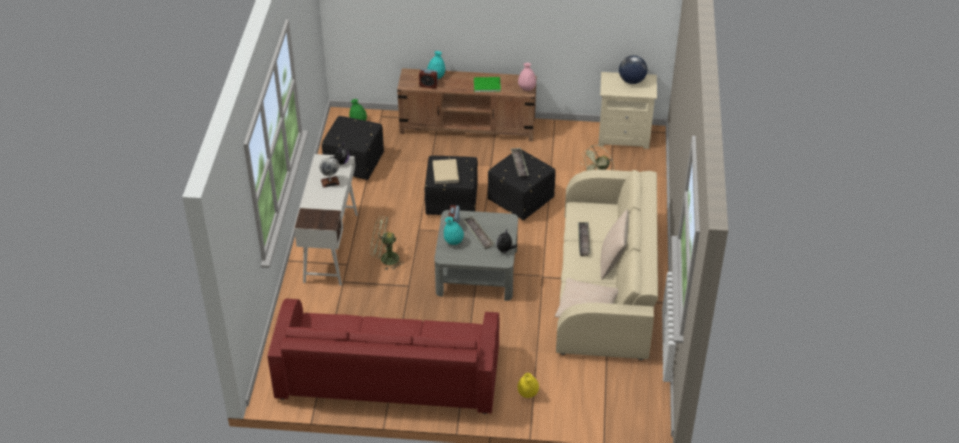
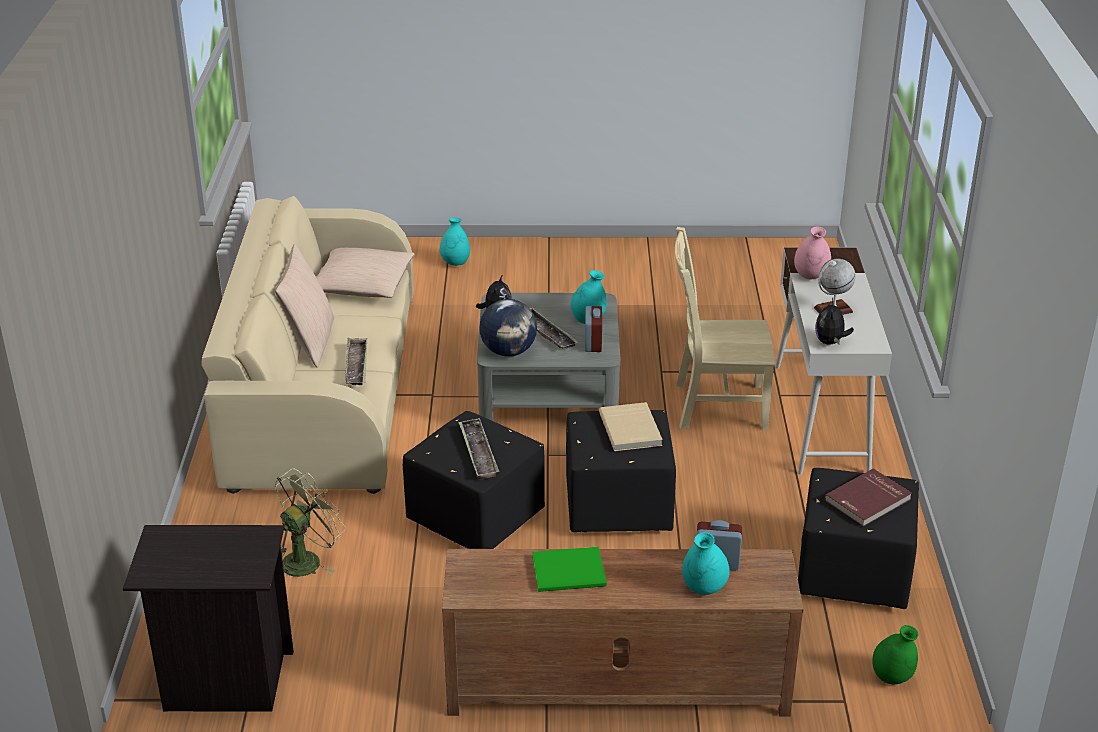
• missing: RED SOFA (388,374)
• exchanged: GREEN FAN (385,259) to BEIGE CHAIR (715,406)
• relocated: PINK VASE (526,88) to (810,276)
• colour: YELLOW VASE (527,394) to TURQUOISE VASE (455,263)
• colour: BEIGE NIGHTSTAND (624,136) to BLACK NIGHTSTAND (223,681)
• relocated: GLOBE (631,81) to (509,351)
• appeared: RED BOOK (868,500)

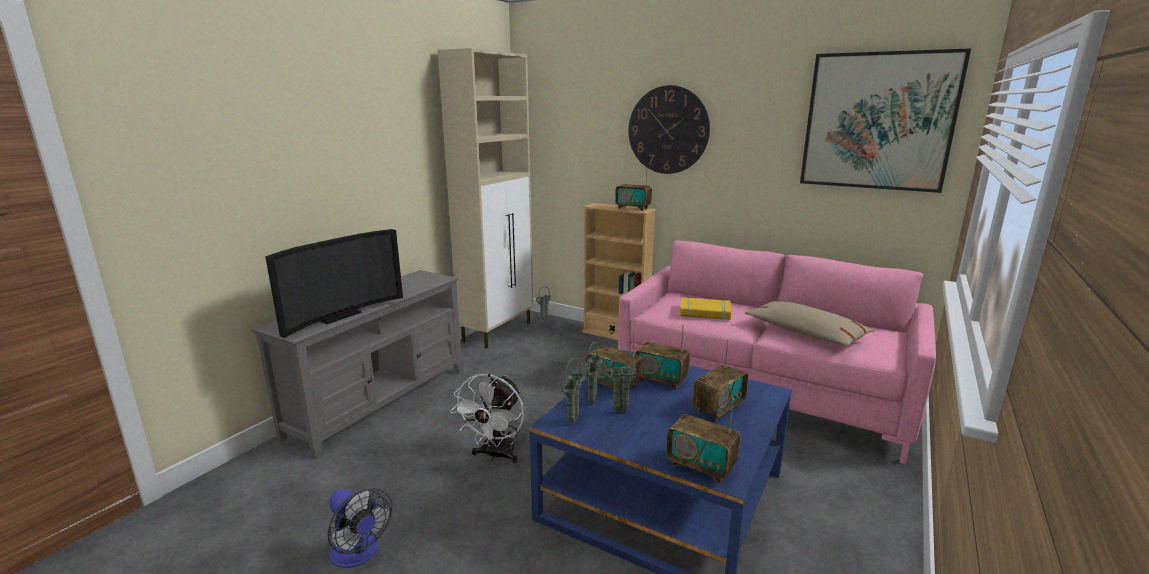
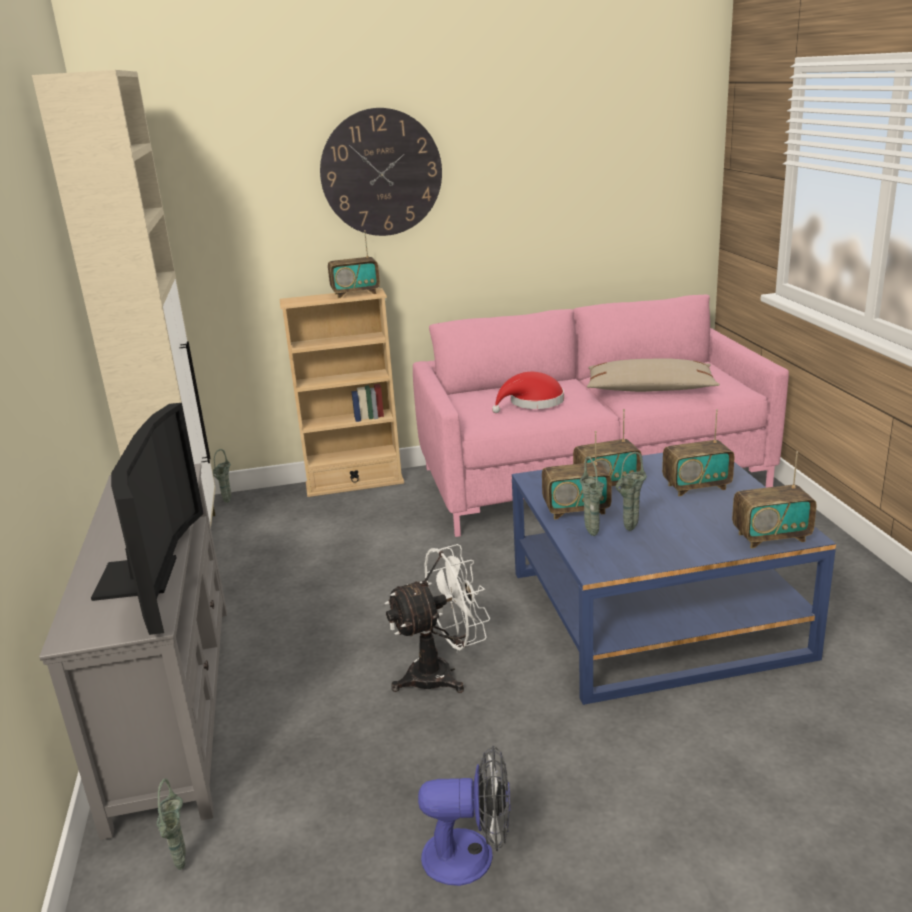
• spun: WHITE FAN (495,455) = (442,674) 90 degrees counterclockwise
• relocated: GREEN VASE (572,423) to (182,867)
• exchanged: YELLOW BOOK (705,313) to RED HAT (533,403)
• spun: RADIO (718,409) = (696,487) 75 degrees clockwise
• missing: PICTURE (878,121)

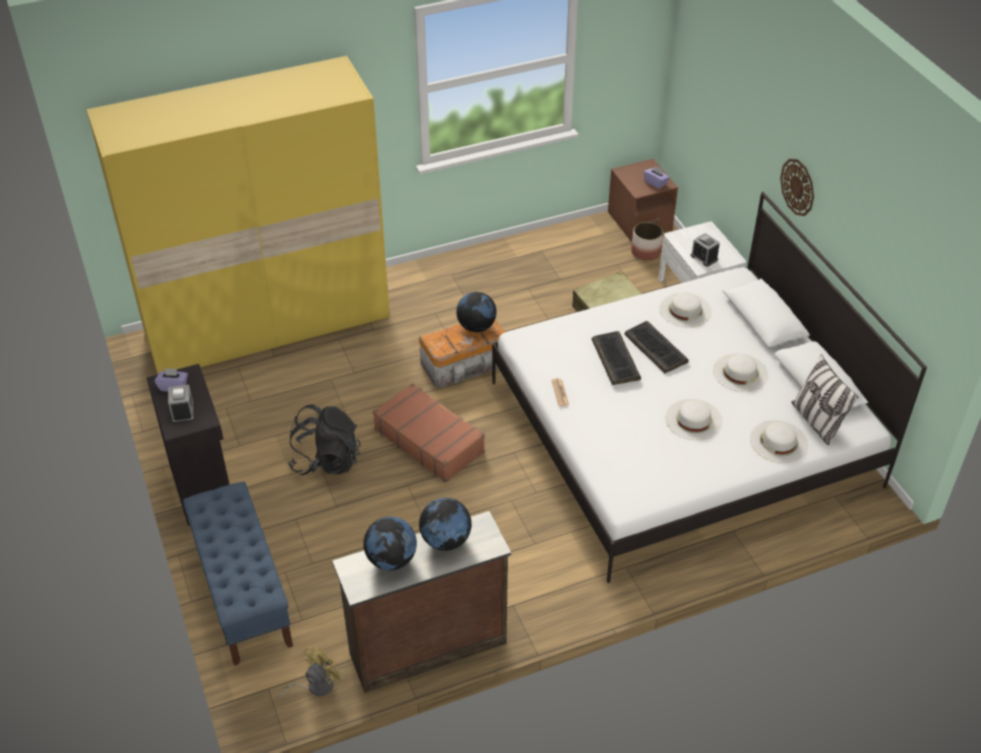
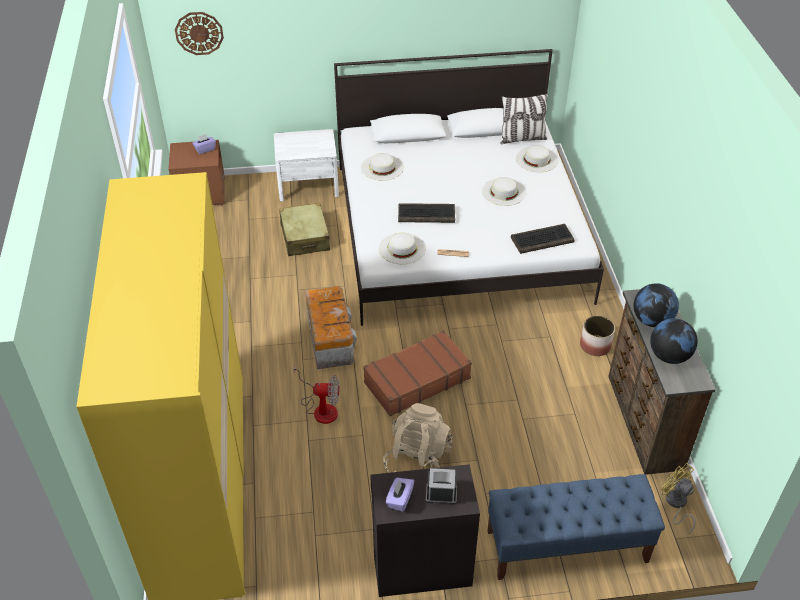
• colour: BLACK BACKPACK (326,460) to BEIGE BACKPACK (417,459)
• missing: GLOBE (476,326)
• relocated: KEYBOARD (656,348) to (542,239)
• relocated: PLANTER (646,252) to (594,345)
• missing: ALARM CLOCK (704,257)
• relocated: WHITE HAT (740,372) to (402,248)
• relocated: WALL CLOCK (798,187) to (199,33)
• appeared: FAN (320,408)

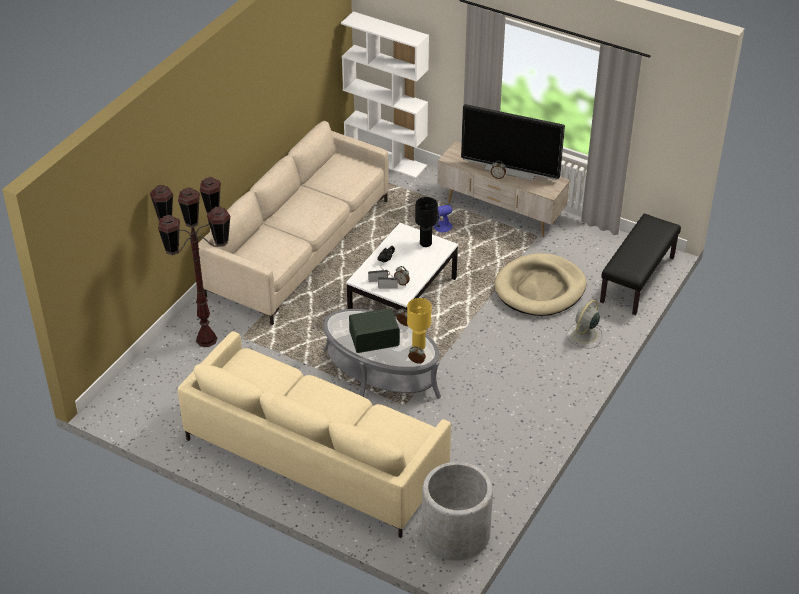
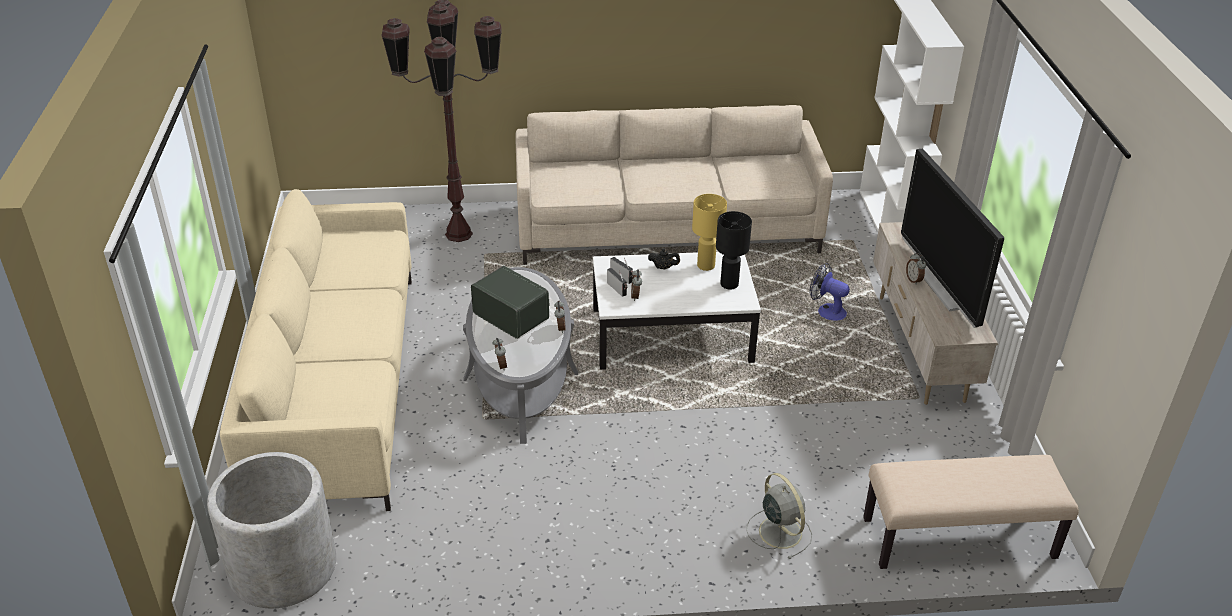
• relocated: YELLOW TABLE LAMP (418,346) to (705,266)
• missing: BEIGE DOG BED (540,288)
• spun: GREY FAN (584,335) = (779,531) 60 degrees clockwise
• colour: BLACK BENCH (638,280) to BEIGE BENCH (958,539)

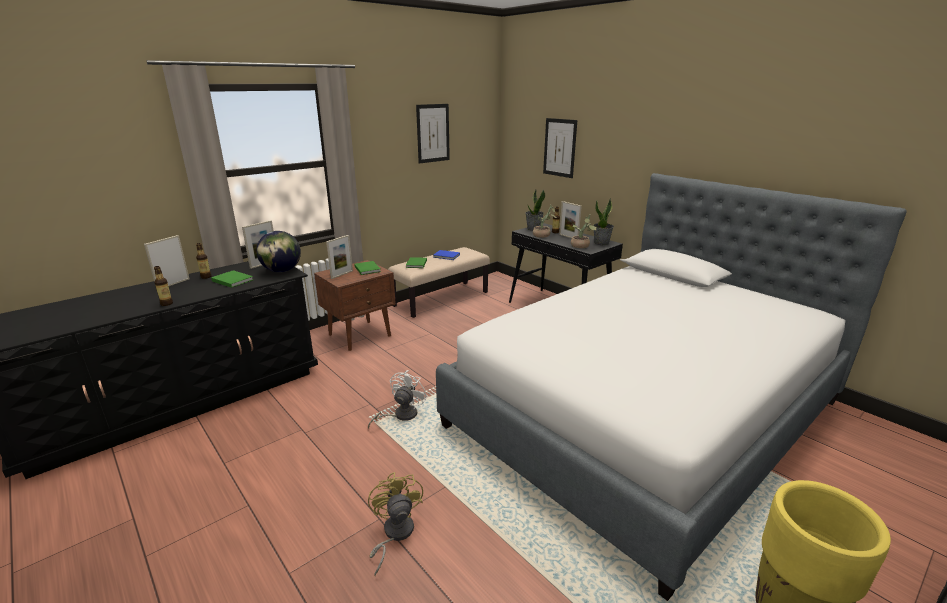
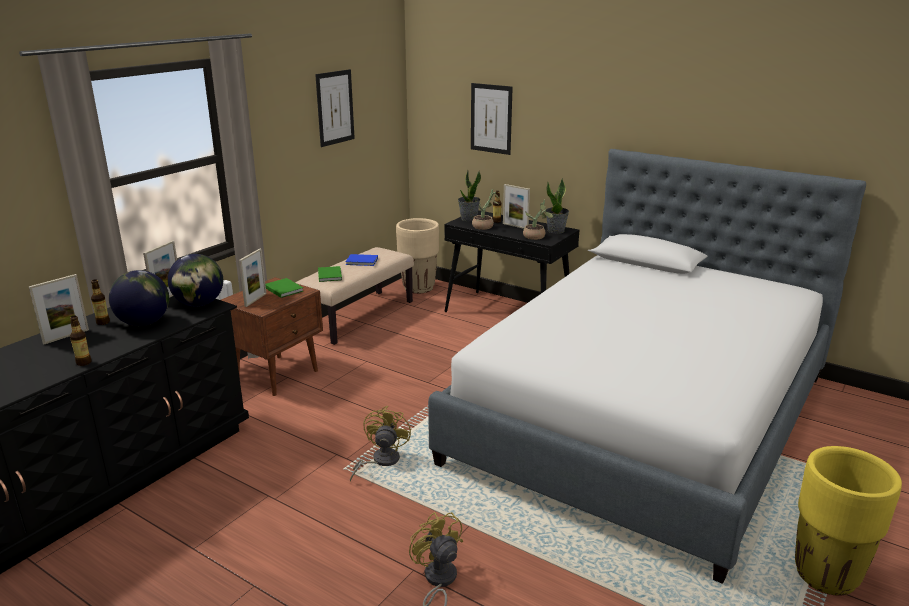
• spun: PICTURE FRAME (173,284) = (66,336) 150 degrees counterclockwise
• exchanged: GREEN BOOK (232,280) to GLOBE (144,323)
• colour: WHITE FAN (400,415) to YELLOW FAN (380,461)
• appeared: BEIGE PLANTER (419,288)

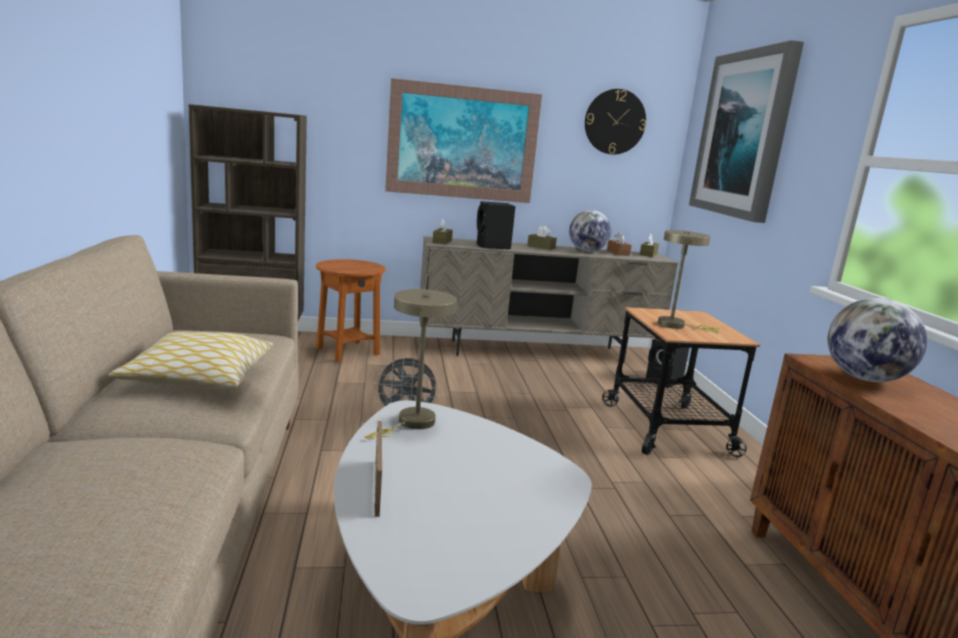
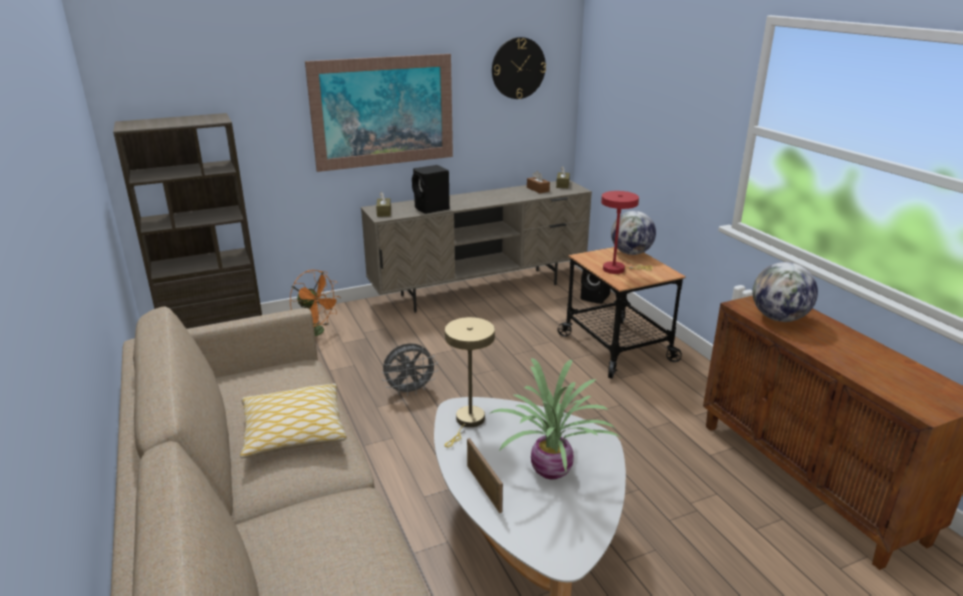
• exchanged: BROWN SIDE TABLE (348,352) to ORANGE FAN (316,332)
• missing: BROWN TISSUE BOX (541,247)
• relocated: GLOBE (587,251) to (631,253)
• colour: BEIGE TABLE LAMP (676,325) to RED TABLE LAMP (617,269)
• missing: PICTURE (744,135)
• appeared: POTTED PLANT (552,469)

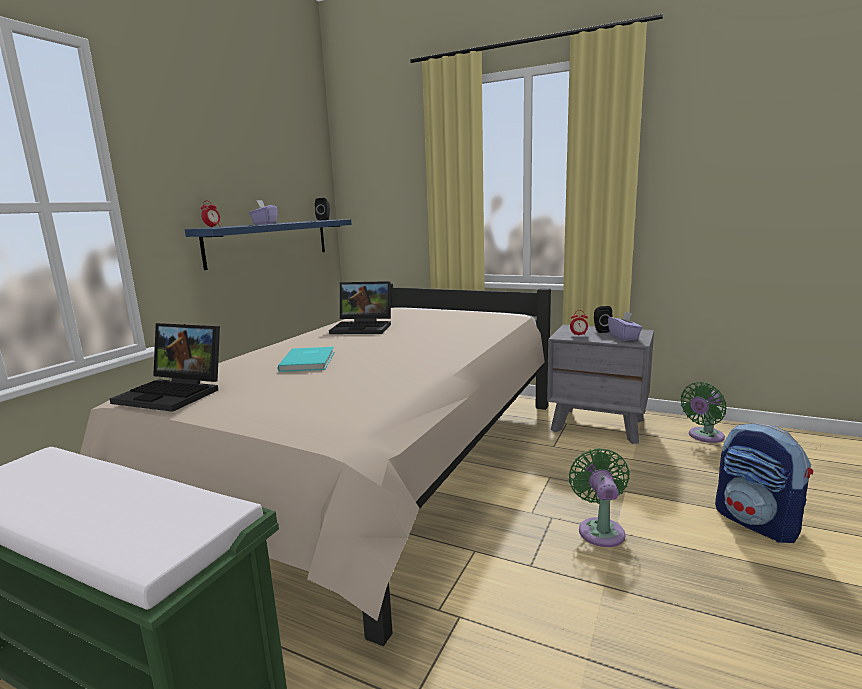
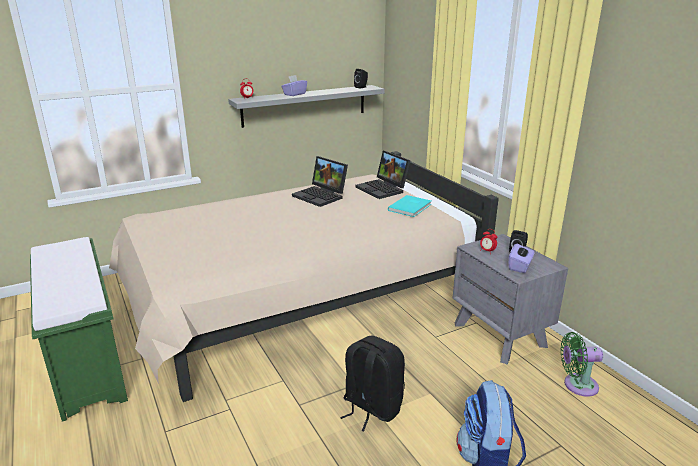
• relocated: LAPTOP (175,393) to (383,189)
• colour: BLUE SHELF (270,242) to GREY SHELF (305,105)
• relocated: TURQUOISE BOOK (309,361) to (411,207)
• exchanged: GREEN FAN (600,529) to BLACK BACKPACK (371,407)

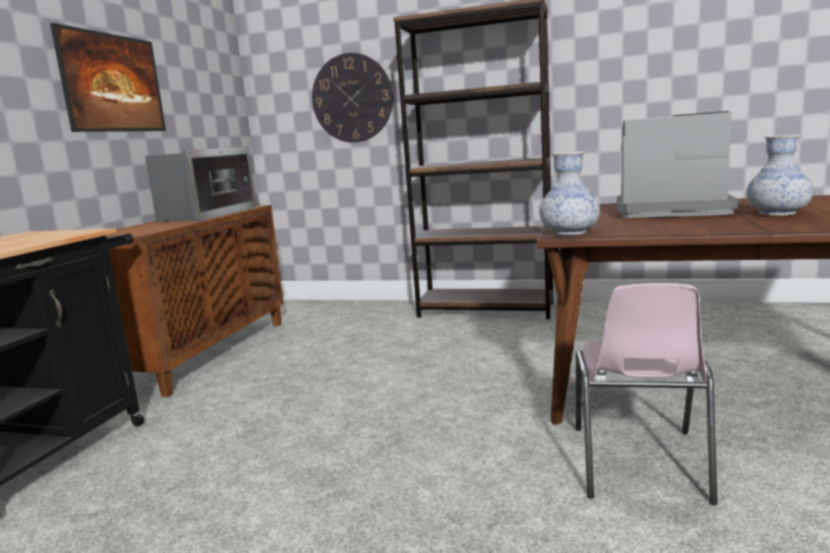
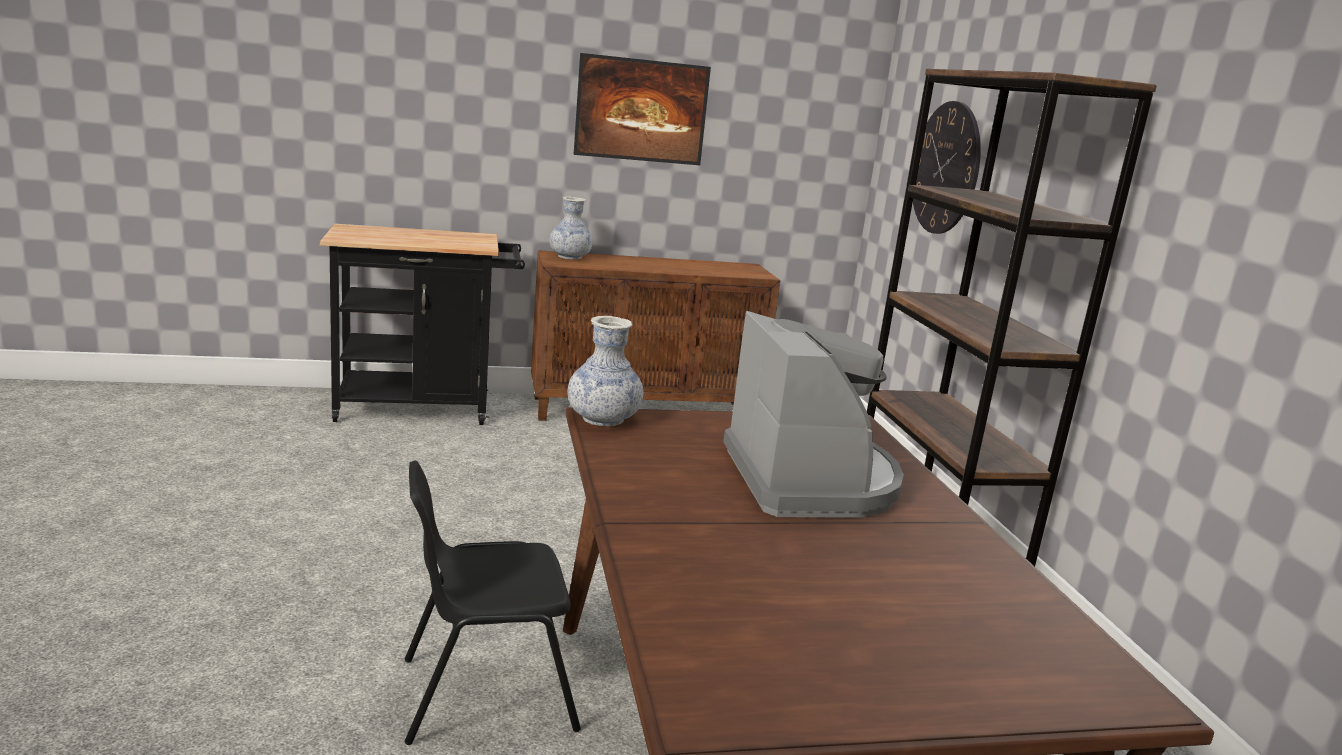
• missing: MICROWAVE (206,214)
• colour: PINK CHAIR (639,464) to BLACK CHAIR (485,692)
• relocated: VASE (777,213) to (570,257)

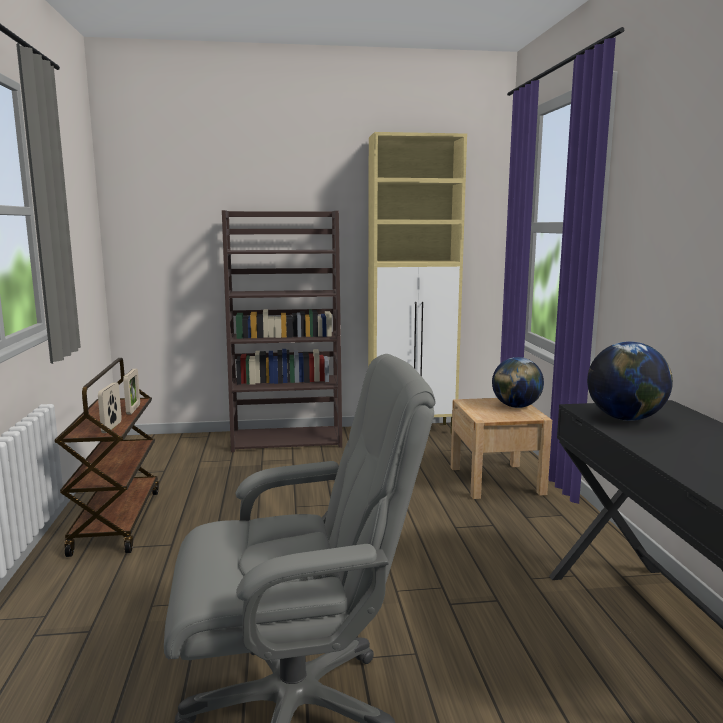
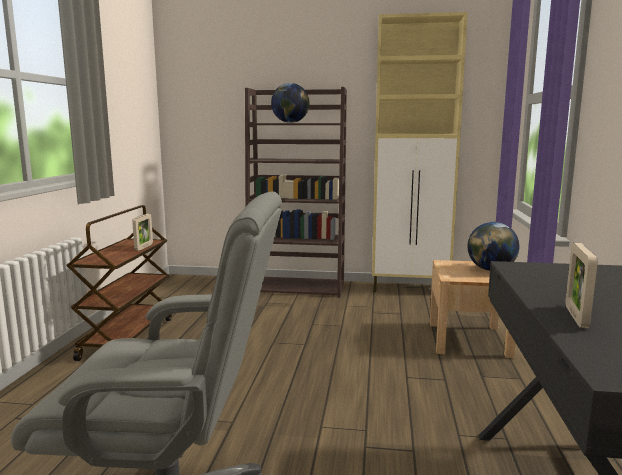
• relocated: PICTURE FRAME (111,427) to (576,316)
• relocated: GLOBE (625,419) to (290,123)

